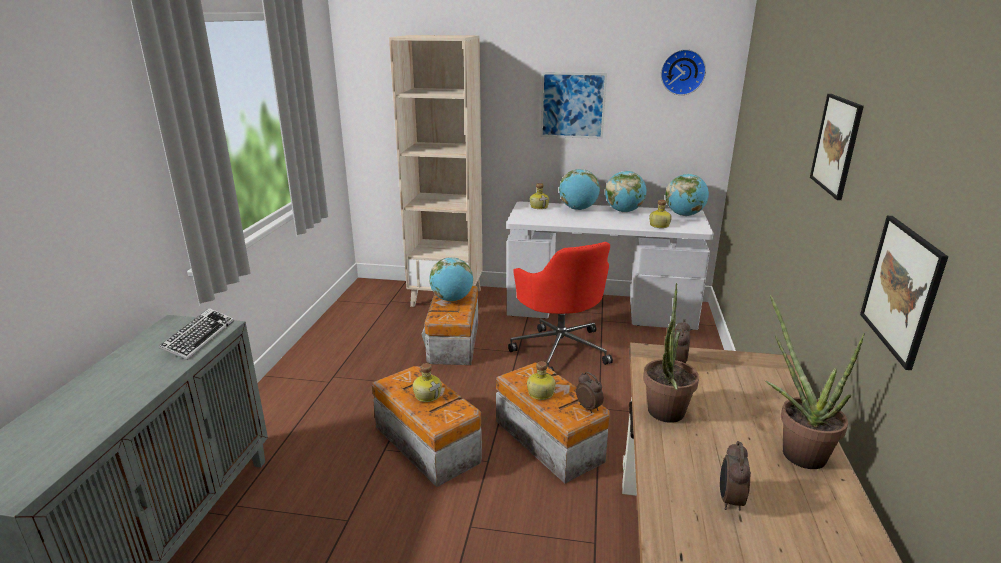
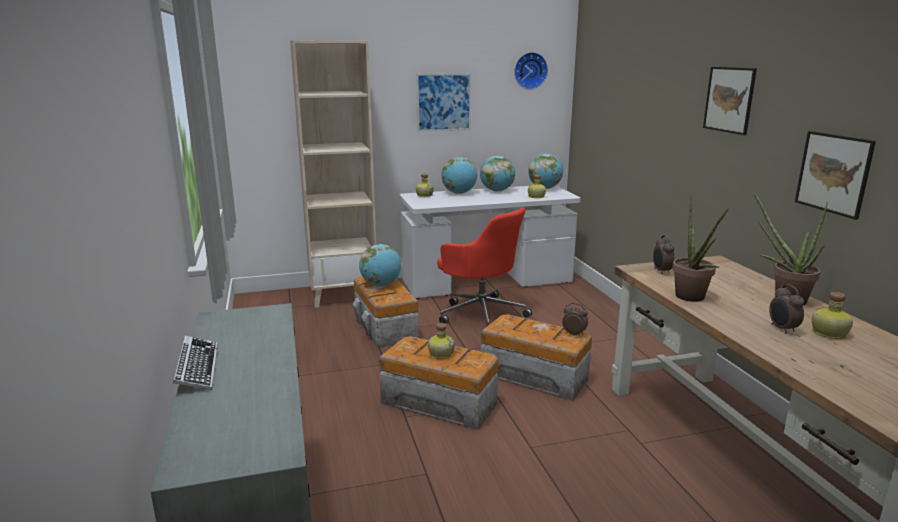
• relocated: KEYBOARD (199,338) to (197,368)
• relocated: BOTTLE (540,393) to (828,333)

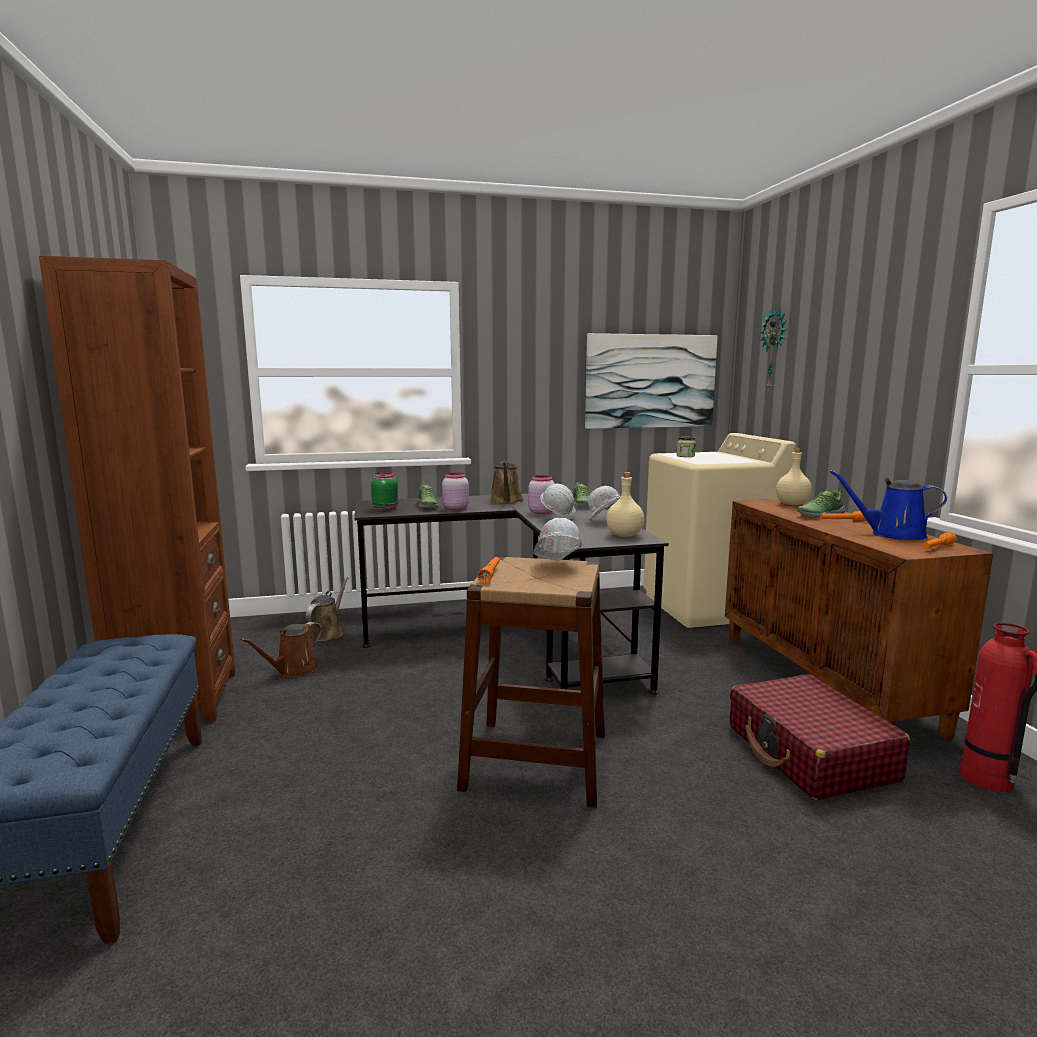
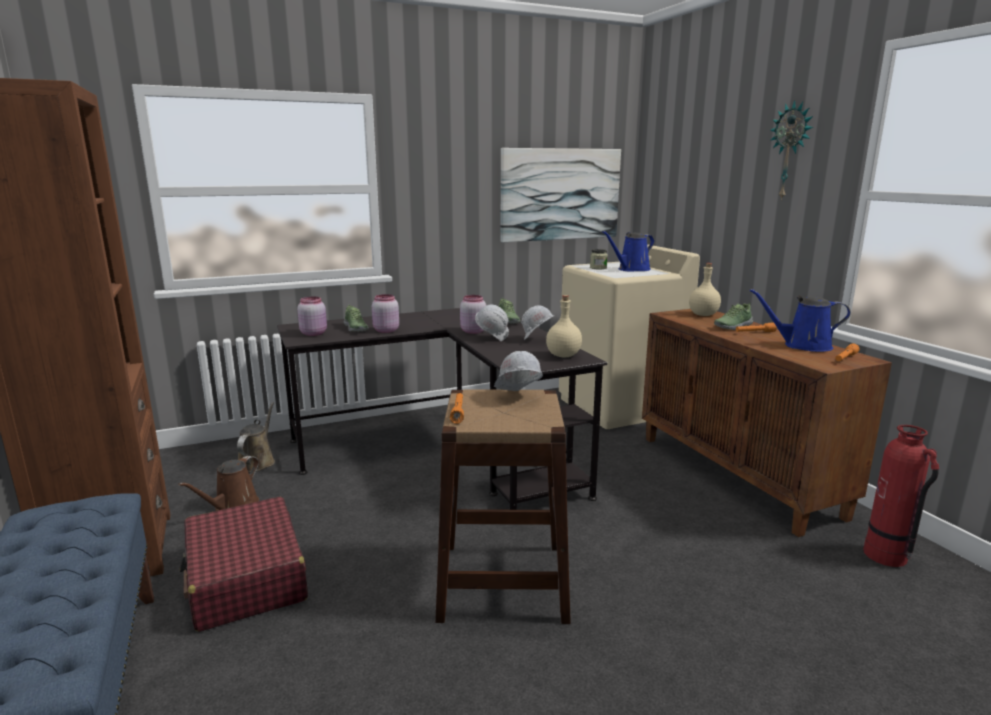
• colour: GREEN JAR (386,508) to PINK JAR (314,333)
• missing: BROWN WATERING CAN (506,501)
• relocated: RED SUITCASE (810,753) to (246,578)
• relocated: WALL CLOCK (774,349) to (790,151)
• appeared: BLUE WATERING CAN (631,269)

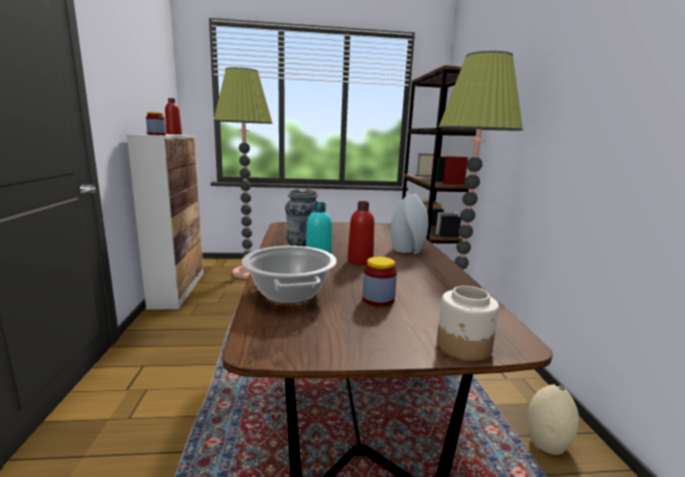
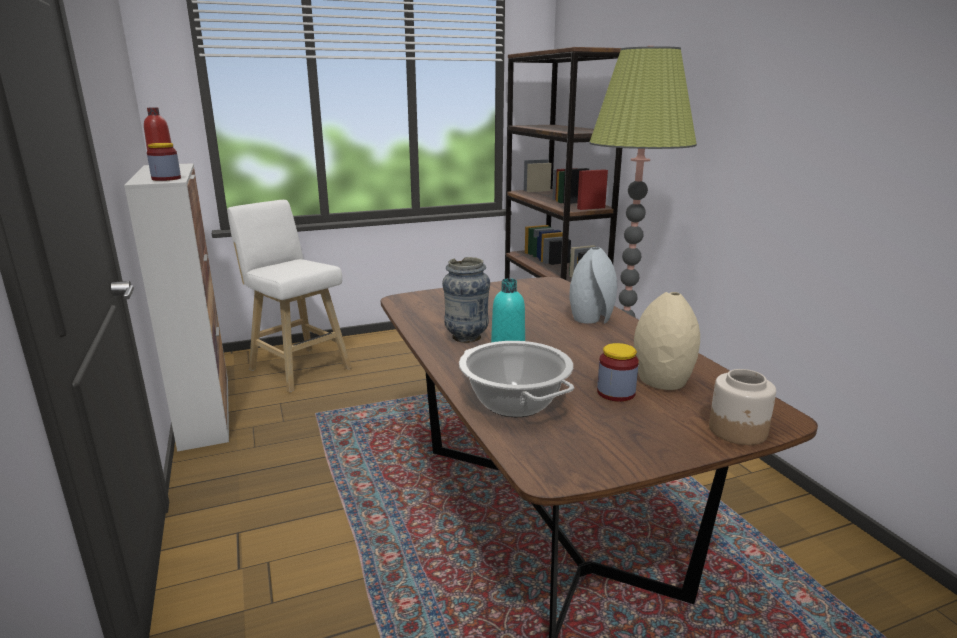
• exchanged: FLOOR LAMP (248,273) to WHITE STOOL (298,368)
• missing: RED BOTTLE (360,261)
• relocated: BEIGE VASE (547,443) to (662,381)

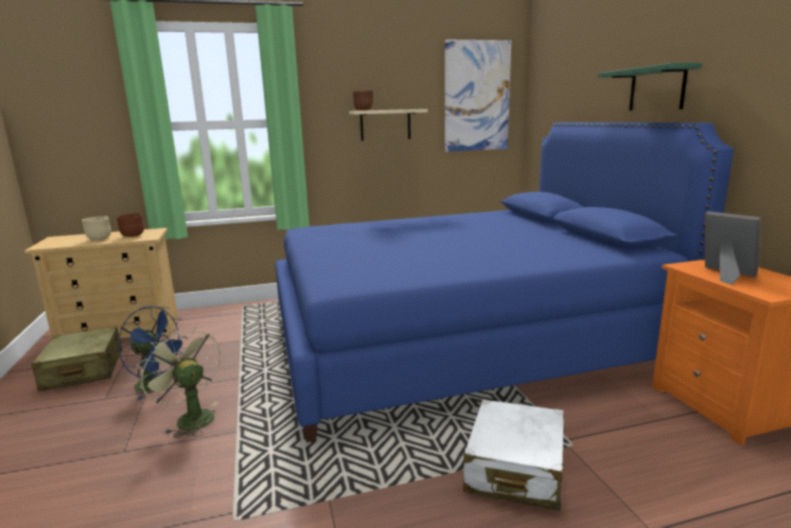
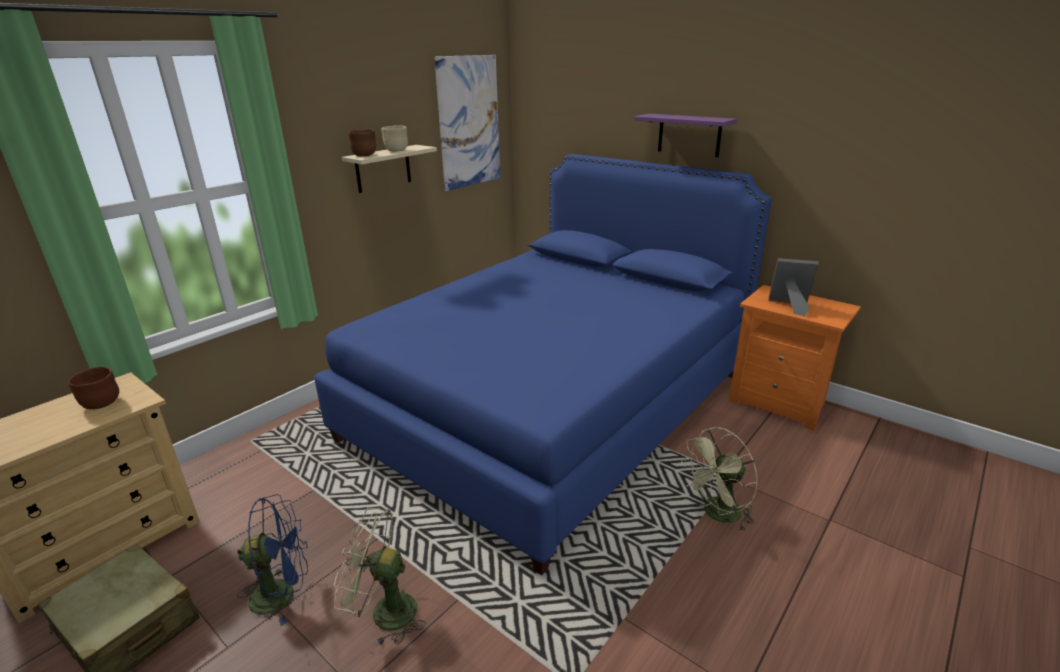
• relocated: BEIGE BOWL (99,239) to (396,150)
• exchanged: WHITE SUITCASE (515,468) to GREEN FAN (717,514)
• colour: GREEN SHELF (657,89) to PURPLE SHELF (689,135)

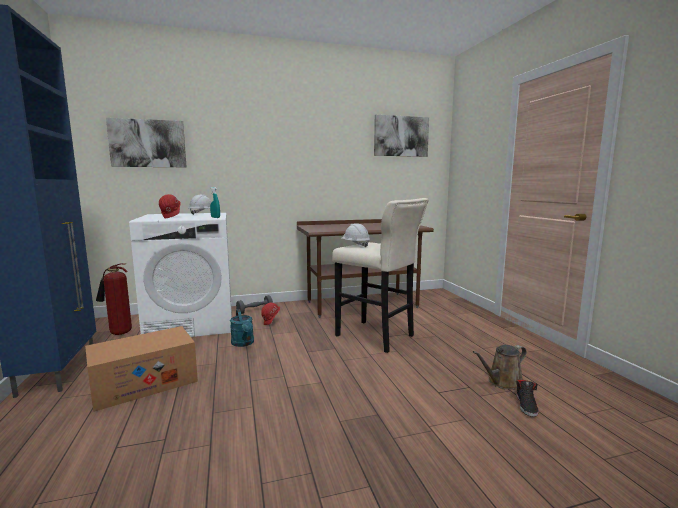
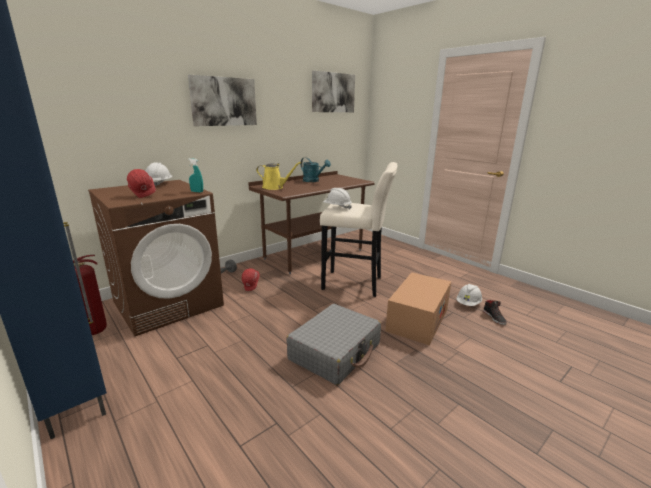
• relocated: CARDBOARD BOX (144,383) to (417,320)
• relocated: PICTURE (148,143) to (224,101)
• colour: WHITE WASHING MACHINE (192,323) to BROWN WASHING MACHINE (169,303)
• relocated: TURQUOISE WATERING CAN (243,343) to (313,181)
• exchanged: BROWN WATERING CAN (502,382) to WHITE HARD HAT (468,303)
• appeared: YELLOW WATERING CAN (275,187)
• appeared: GREY SUITCASE (335,352)

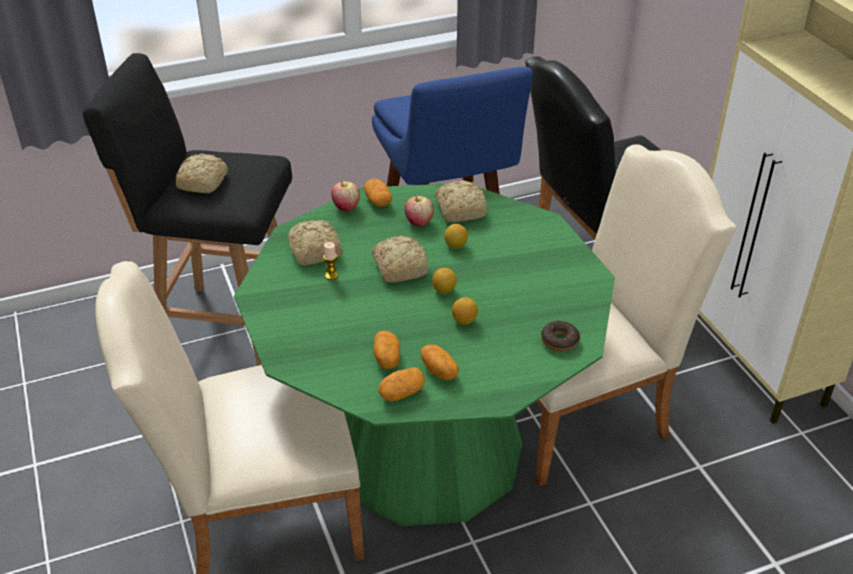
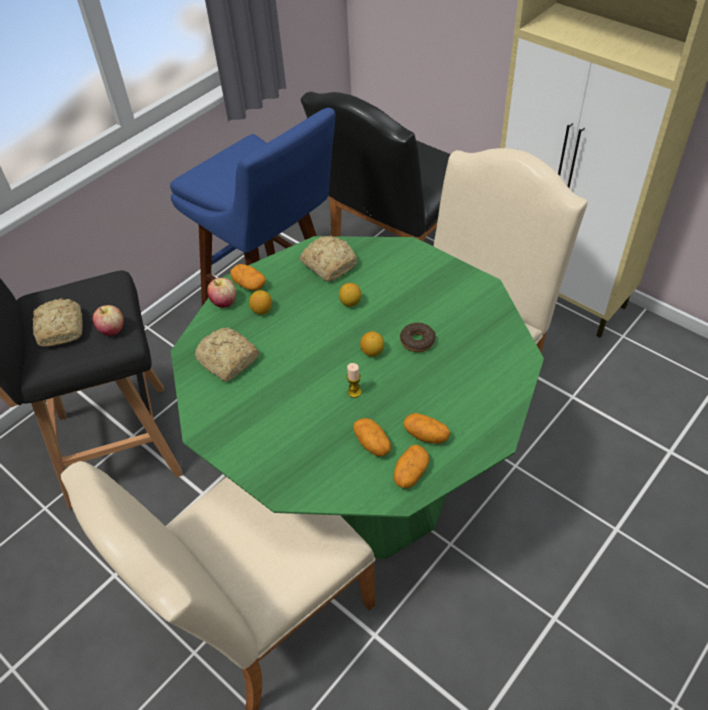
• relocated: CANDLE (331,276) to (354,392)
• missing: BREAD (400,267)
• relocated: APPLE (419,222) to (112,330)
• relocated: LEMON (464,320) to (262,310)
• relocated: DONUT (559,341) to (417,341)

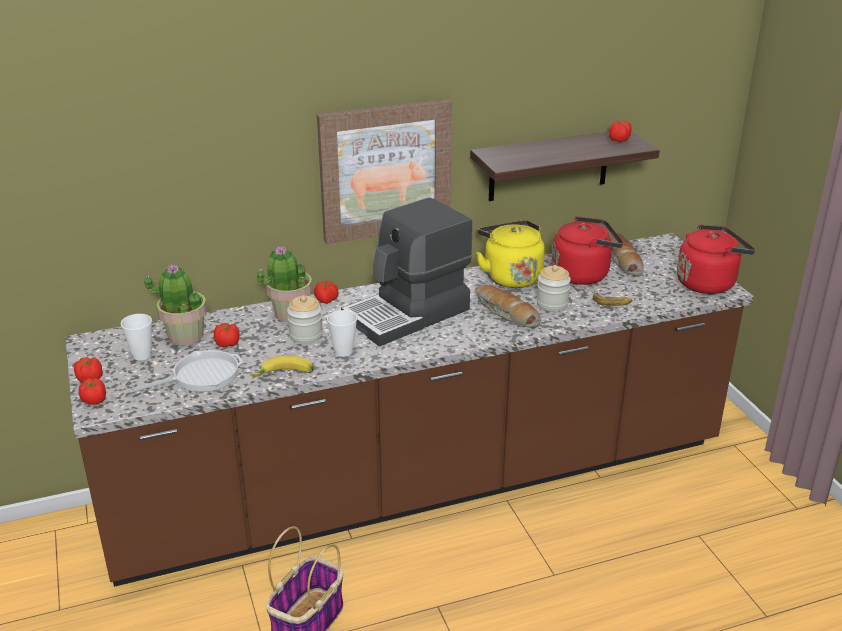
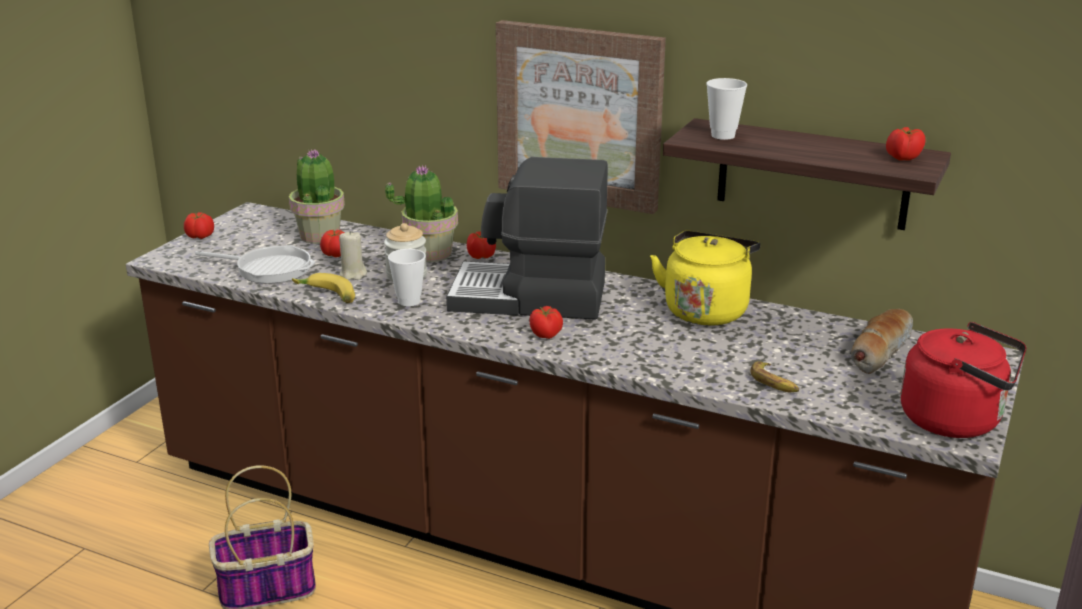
• relocated: TOMATO (94,400) to (546,335)
• relocated: CUP (142,355) to (723,136)
• missing: BREAD (505,314)
• missing: JAR (552,304)
• missing: RED KETTLE (583,274)
• appeared: BEIGE CANDLE (353,274)

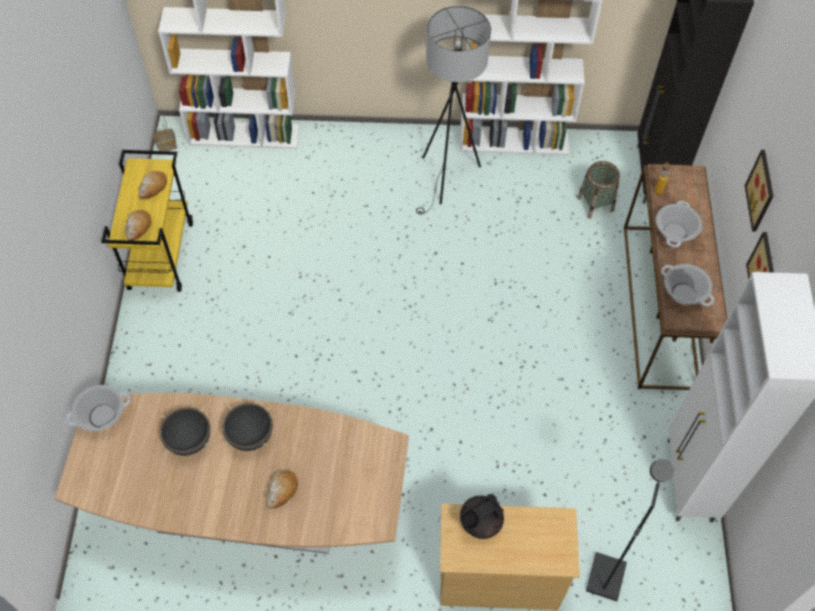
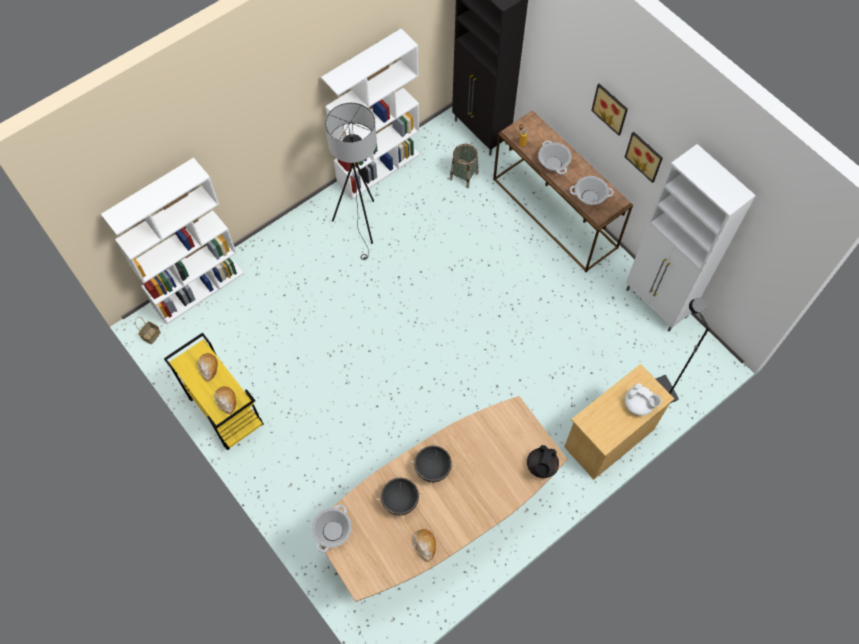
• relocated: BREAD (281,490) to (425,545)
• relocated: BLACK TEAPOT (480,522) to (541,466)
• appeared: WHITE TEAPOT (638,405)

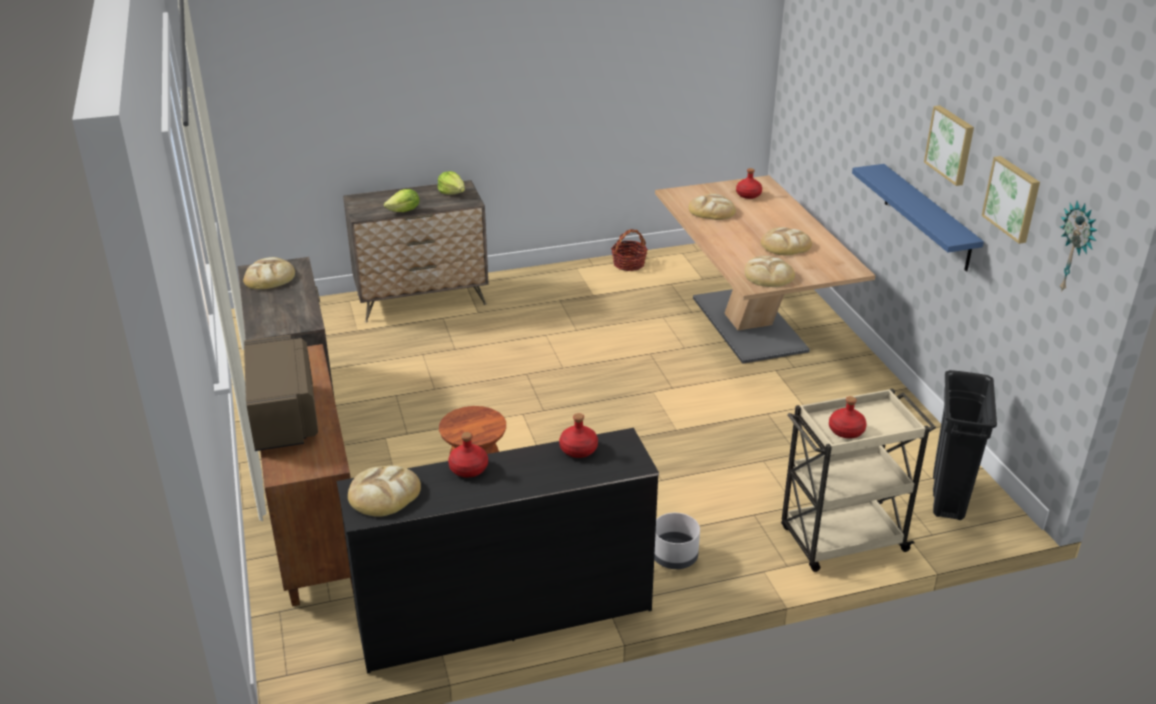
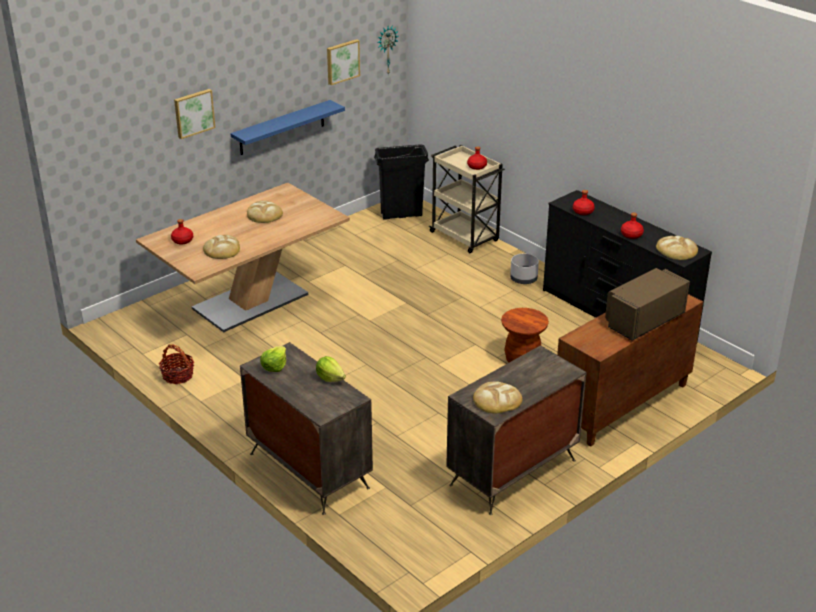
• missing: BREAD (768,275)
• relocated: PICTURE (951,144) to (193,113)

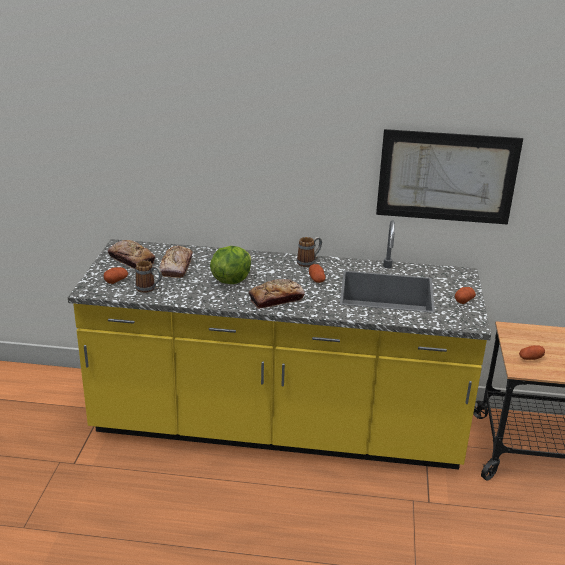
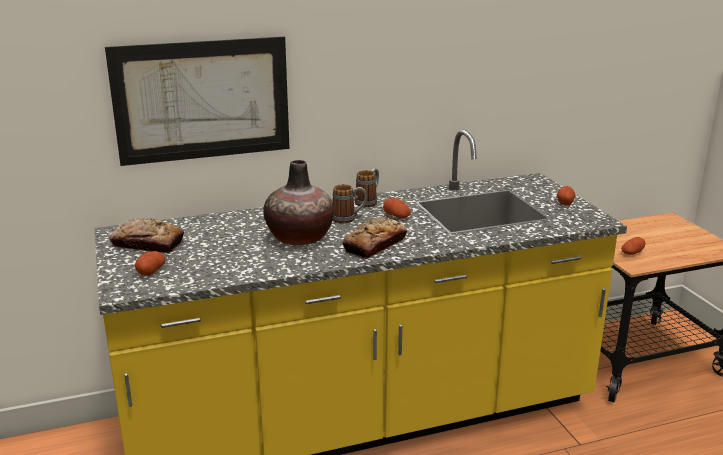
• relocated: MUG (149,289) to (349,219)
• missing: BREAD (176,267)
• exchanged: LETTUCE (231,280) to VASE (299,238)
• relocated: PICTURE (446,177) to (202,100)

